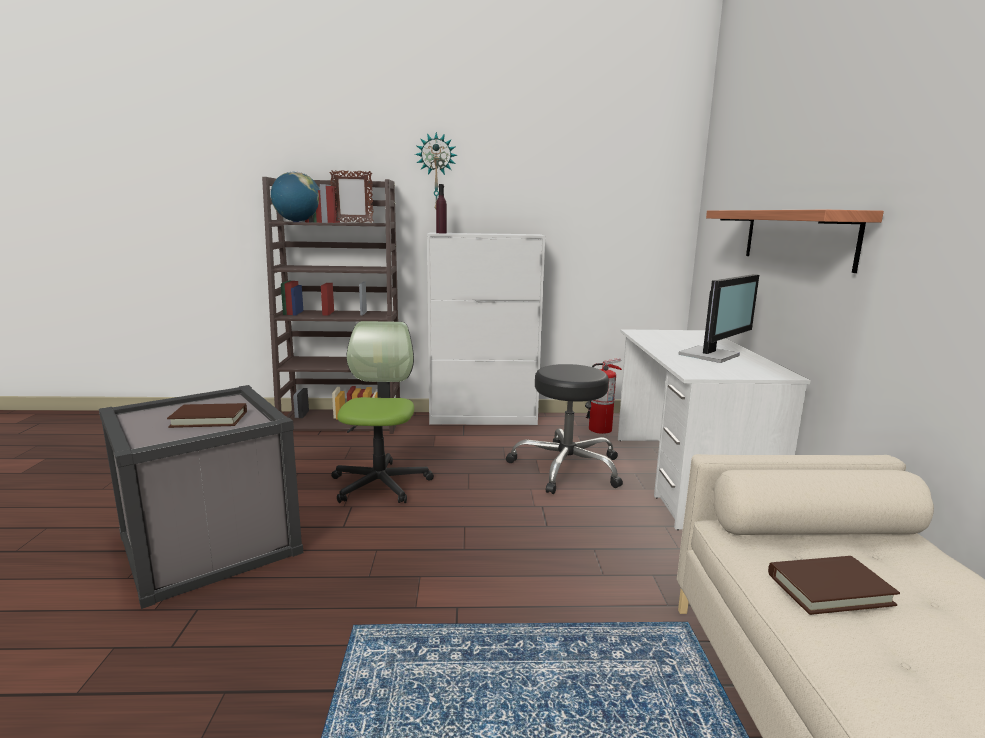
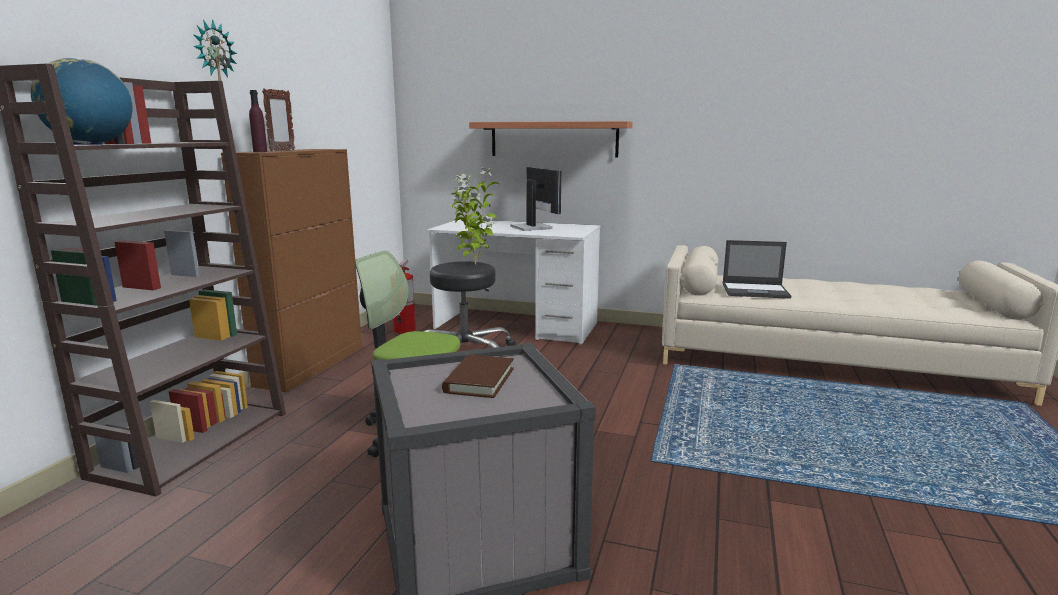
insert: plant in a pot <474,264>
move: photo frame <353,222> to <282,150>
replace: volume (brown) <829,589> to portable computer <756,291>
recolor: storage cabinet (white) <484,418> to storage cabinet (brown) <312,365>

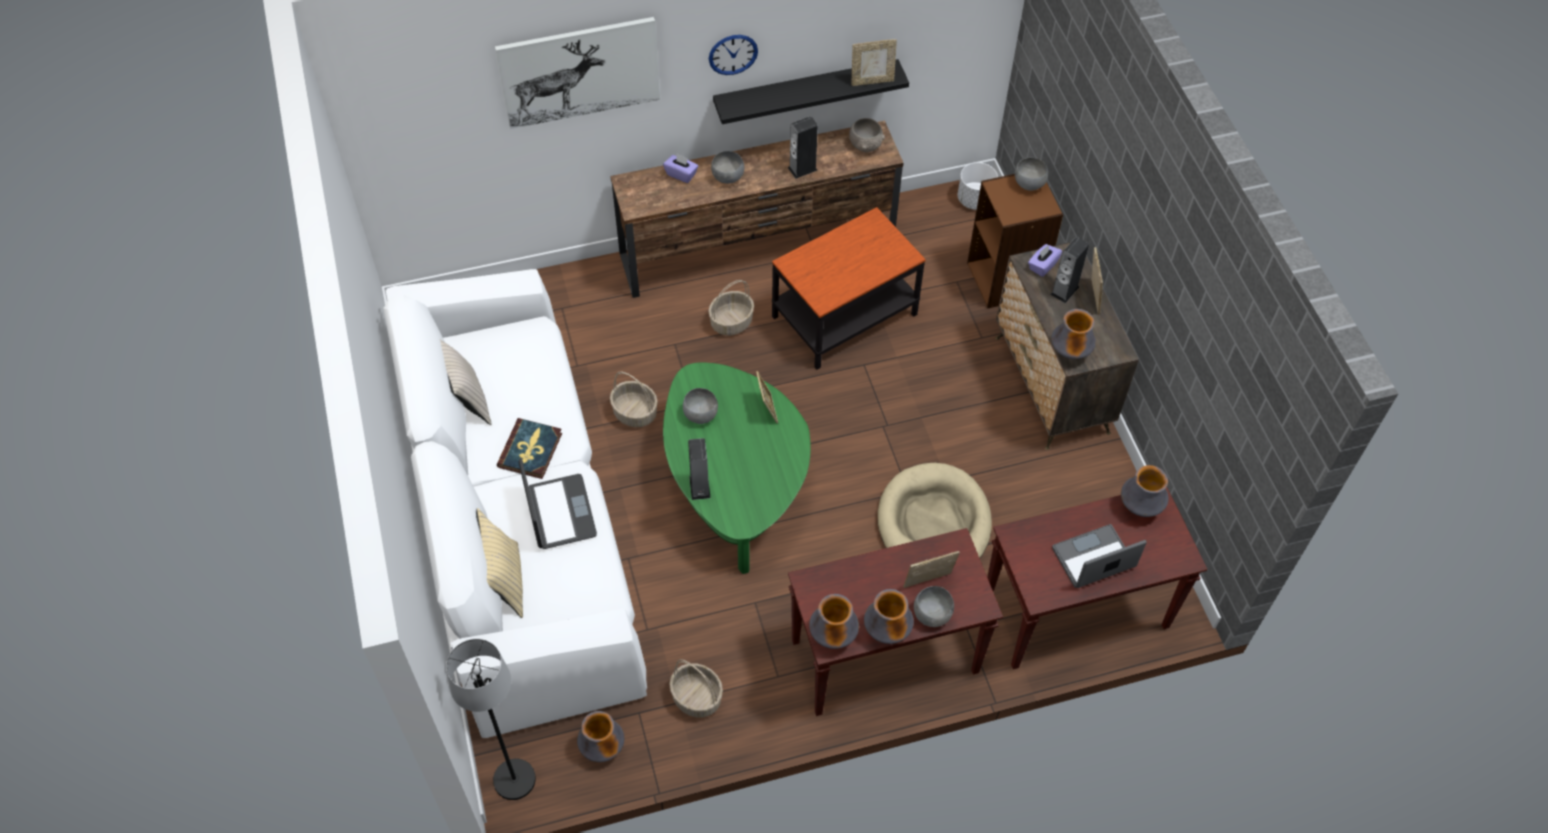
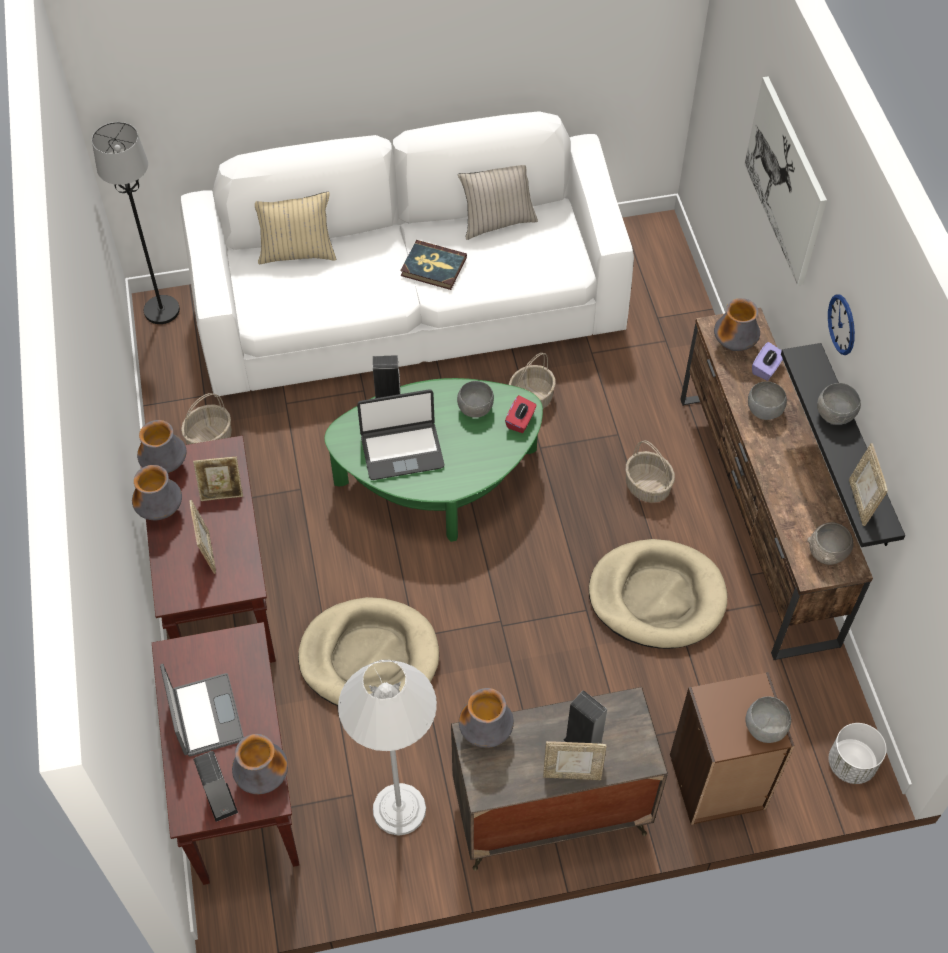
delete: tissue box (purplish) <1042,266>
insert: tissue box (red-coloured) <520,421>; standing lamp (white) <399,809>
move: speaker <802,169> to <221,802>; photo frame <767,409> to <221,492>; portable computer <559,513> to <402,450>; serving bowl (greyish) <932,614> to <835,415>; vase <602,747> to <734,345>
replace: side table <844,316> to dog bed (beige-coloured) <657,597>

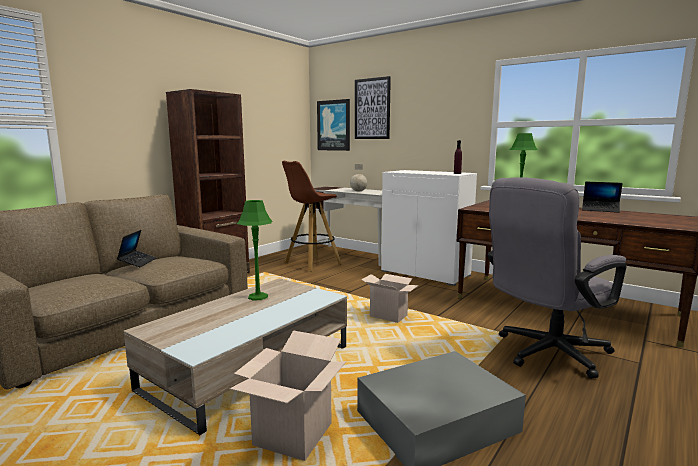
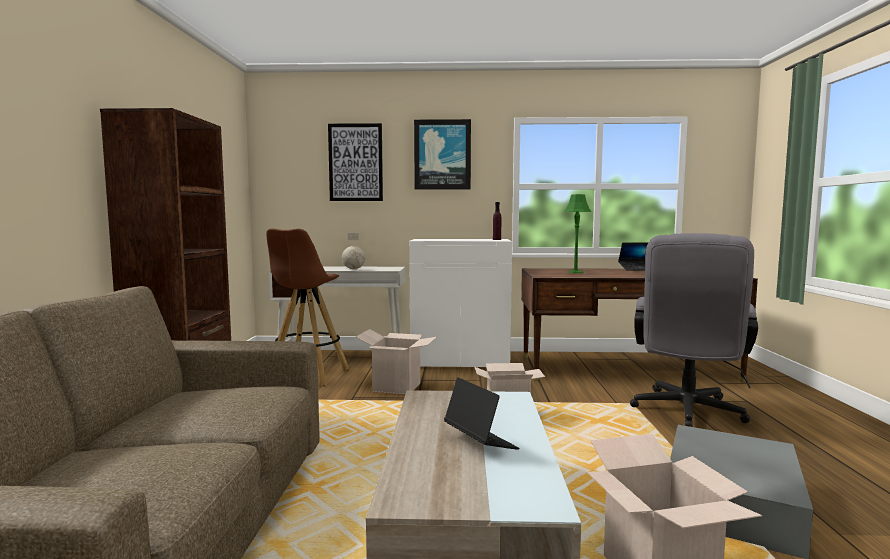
delete: table lamp (green) <258,296>
insert: packing box <397,387>
move: wall art <333,125> to <442,155>; portable computer <137,262> to <480,442>

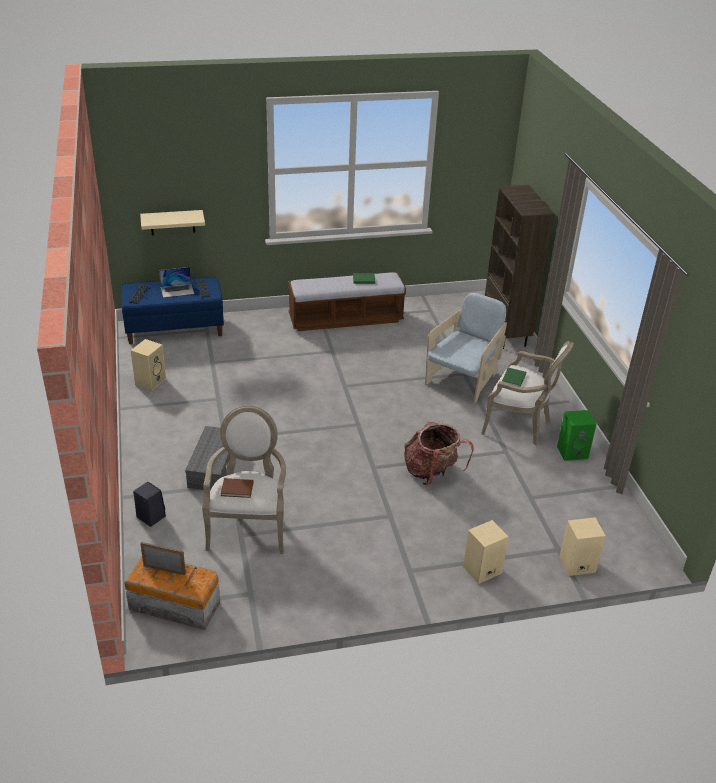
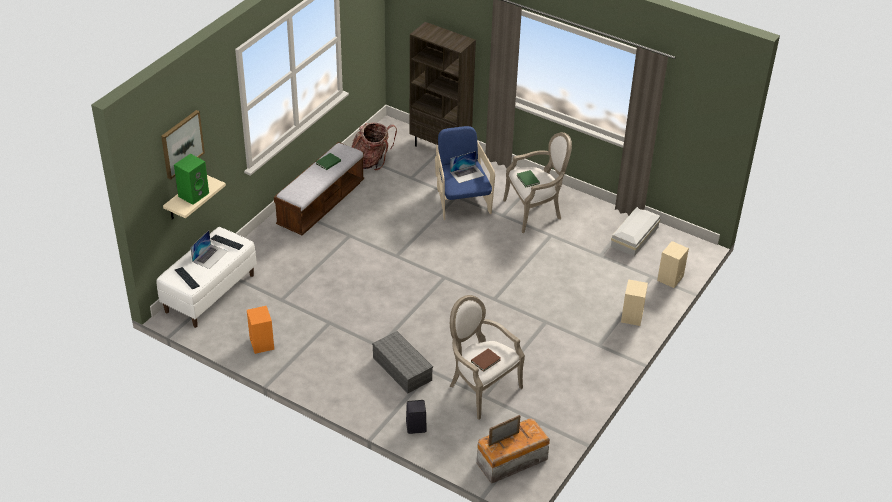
insert: wall art <181,144>; portable computer <467,174>; storage bin (white) <635,236>
move: speaker (green) <573,452> to <193,194>; backpack <432,472> to <371,161>
recolor: indoor bench (blue) <175,329> to indoor bench (white) <210,293>; easy chair (beige-coloured) <463,380> to easy chair (blue) <461,201>; speaker (beige-coloured) <150,381> to speaker (orange-coloured) <261,343>

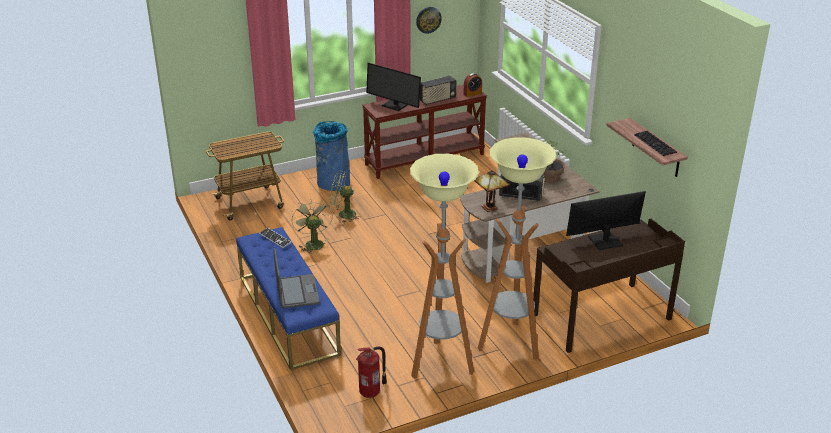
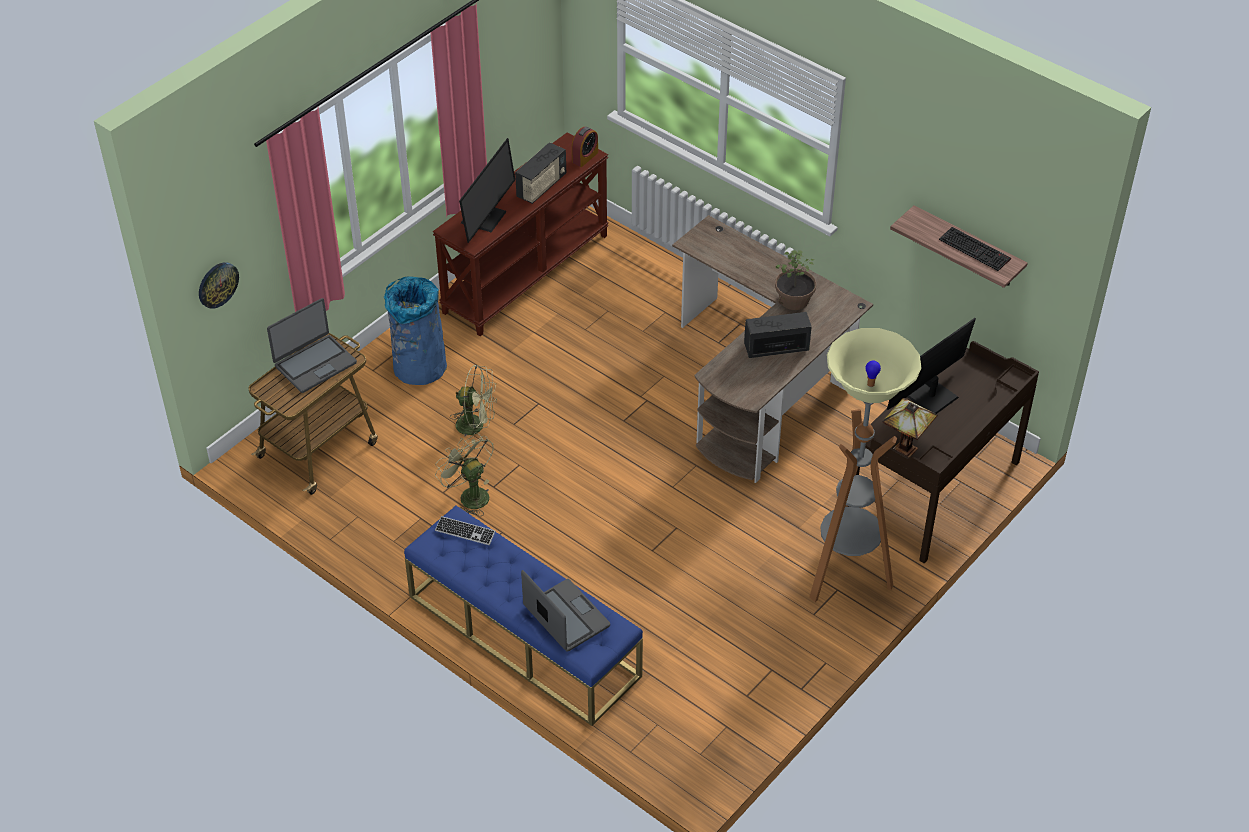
delete: standing lamp <441,363>; extinguisher <371,392>
insert: portable computer <314,364>
move: hanging clock <428,19> to <217,284>; table lamp <490,207> to <904,448>
rotate: computer display <395,105> = <485,217> 75 degrees counterclockwise; fan (green) <343,214> = <476,425> 150 degrees counterclockwise

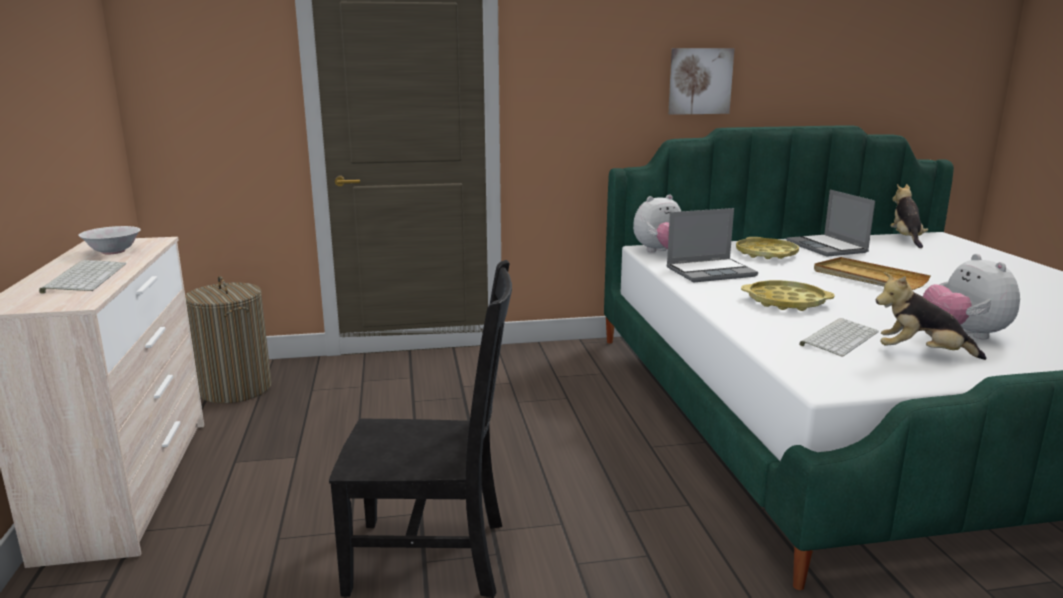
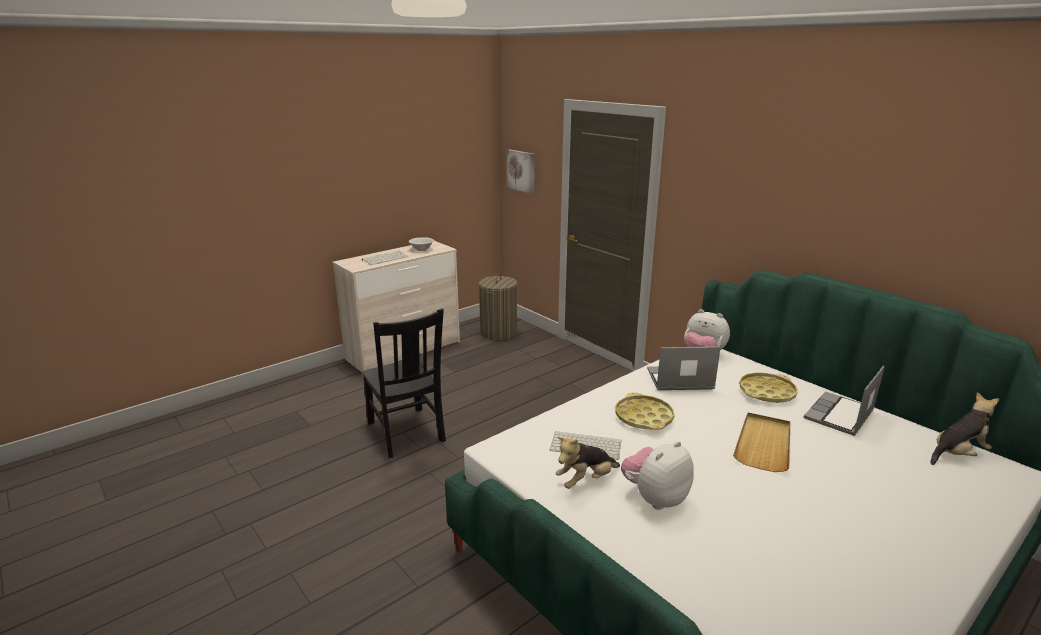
move: wall art <699,81> to <521,171>
rotate: portable computer <711,272> = <679,380> 135 degrees clockwise; plush toy <921,354> = <586,480> 105 degrees counterclockwise

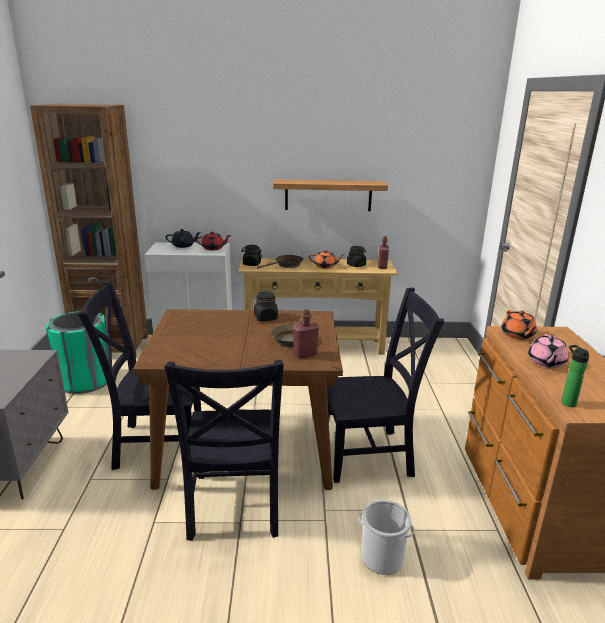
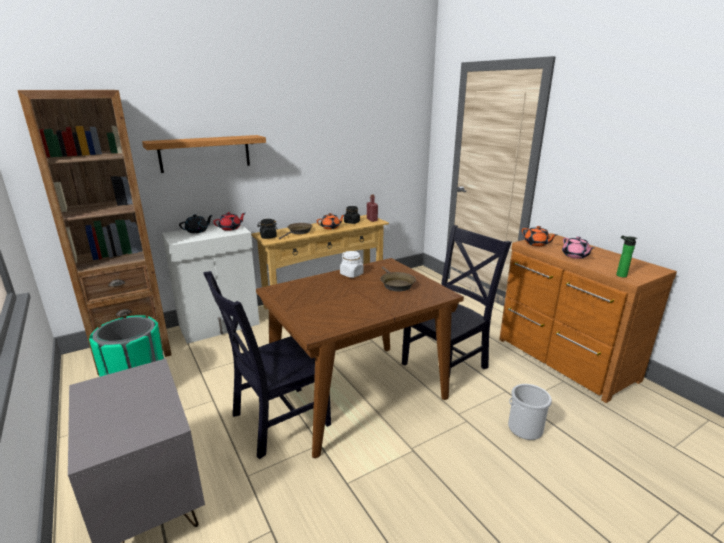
delete: bottle (red-coloured) <305,354>; upright chair (blackish) <234,508>
move: shelf <328,195> to <205,153>
recolor: jar (blackish) <266,318> to jar (white) <352,274>

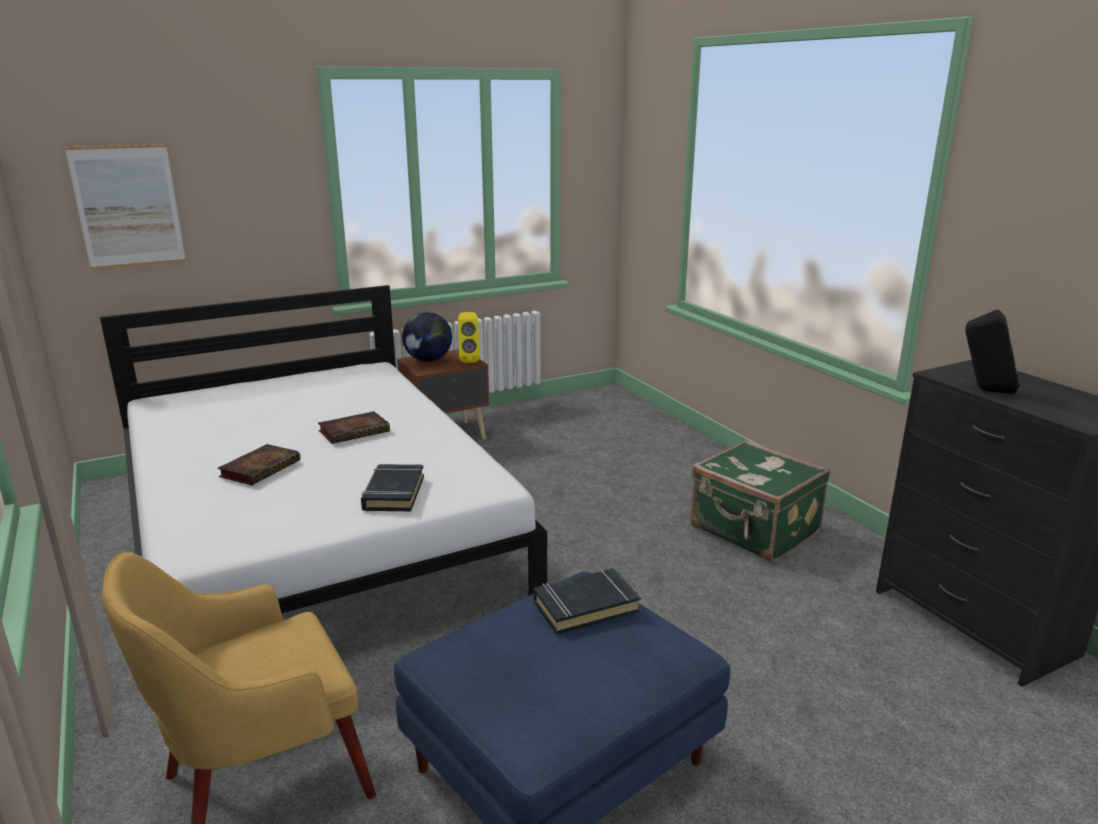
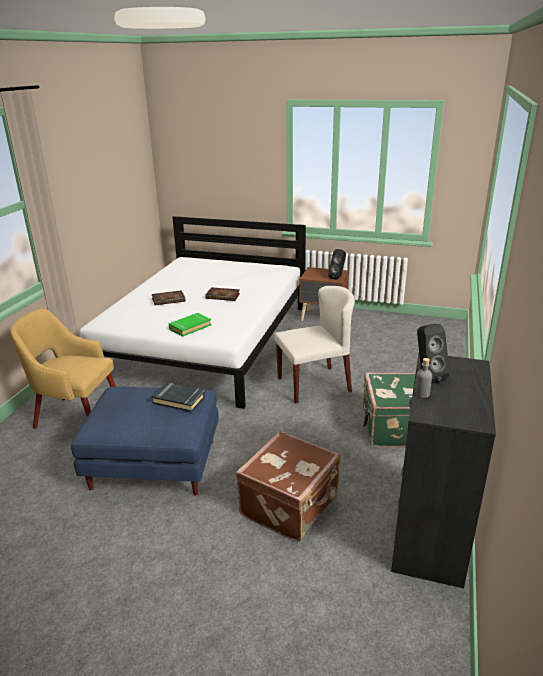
delete: wall art <128,206>; desk globe <428,360>
insert: upright chair (beige-coloured) <314,384>; bottle (greyish) <422,393>; travel case (brown) <291,506>
recolor: speaker (yellowish) <469,360> to speaker (blackish) <338,277>; volume (blackish) <393,493> to volume (green) <190,327>

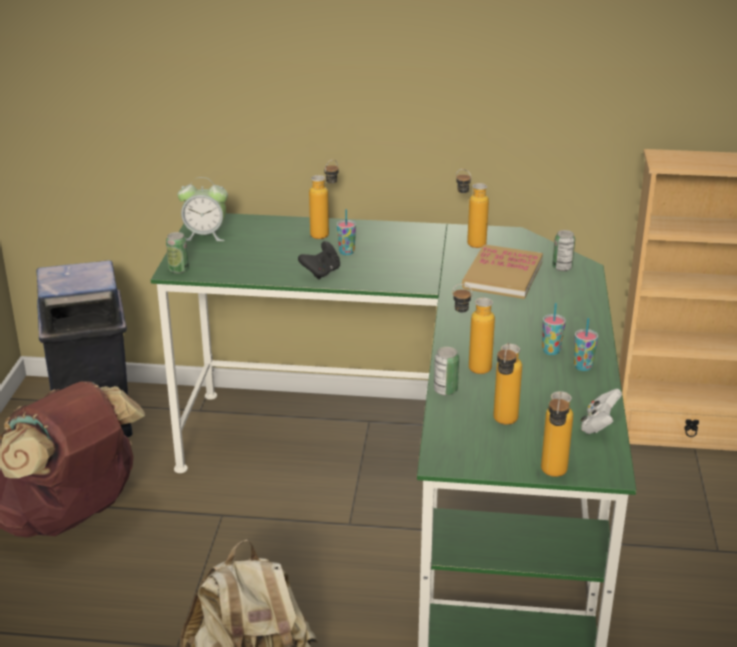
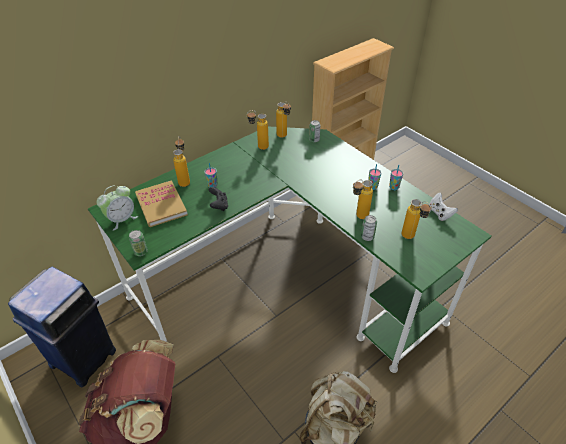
move: volume <502,275> to <161,205>; bottle <552,476> to <284,137>

